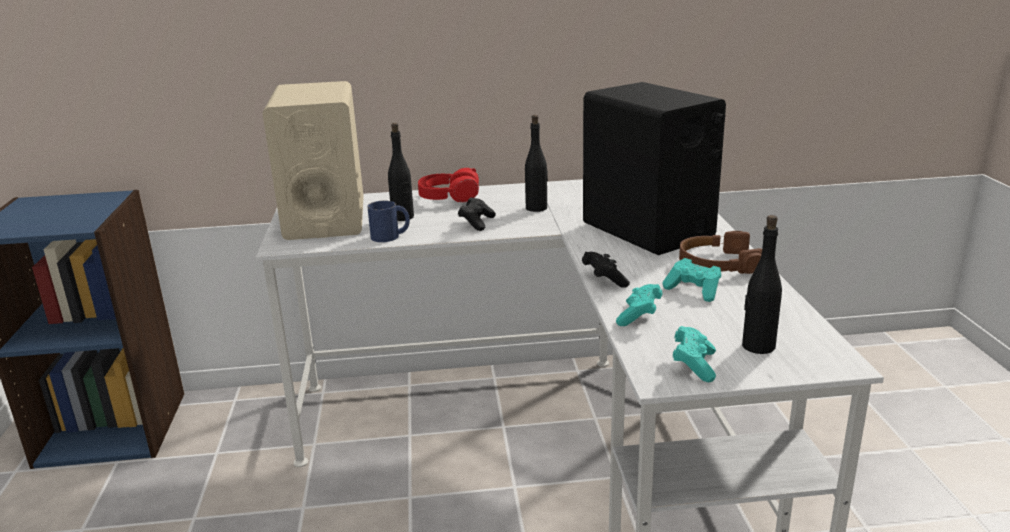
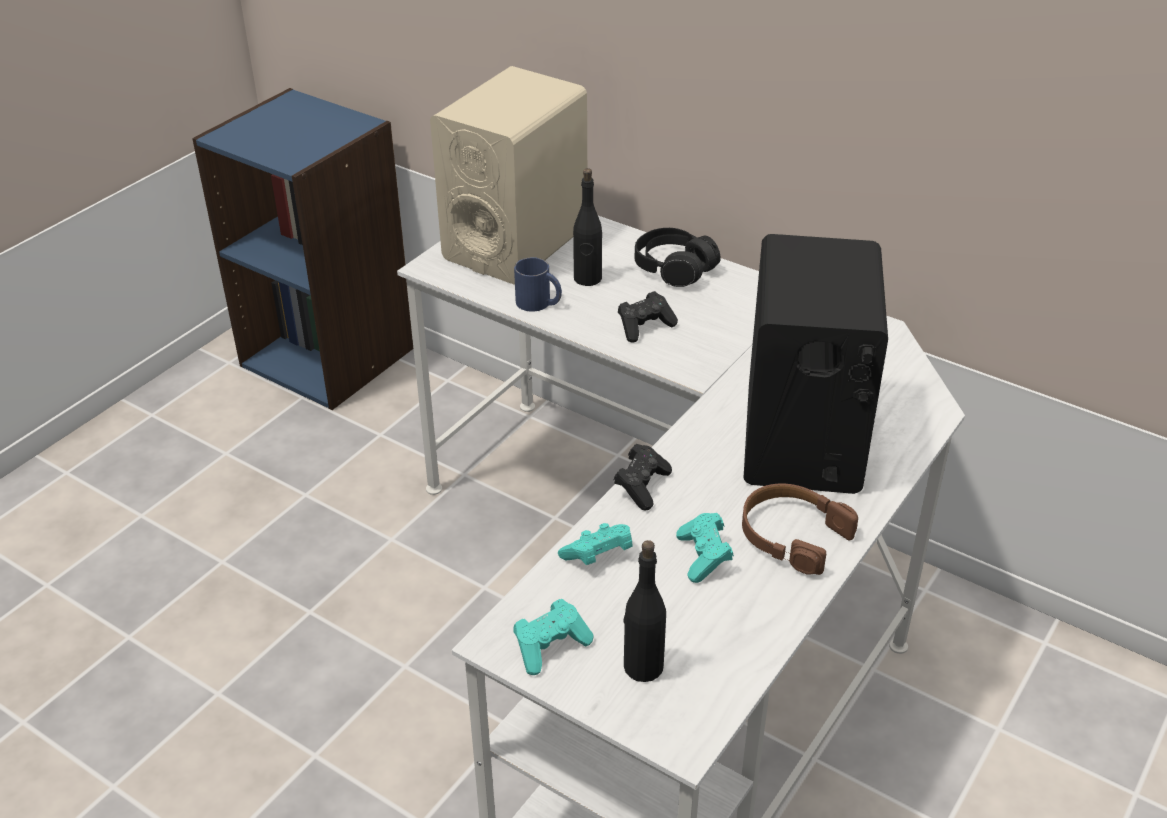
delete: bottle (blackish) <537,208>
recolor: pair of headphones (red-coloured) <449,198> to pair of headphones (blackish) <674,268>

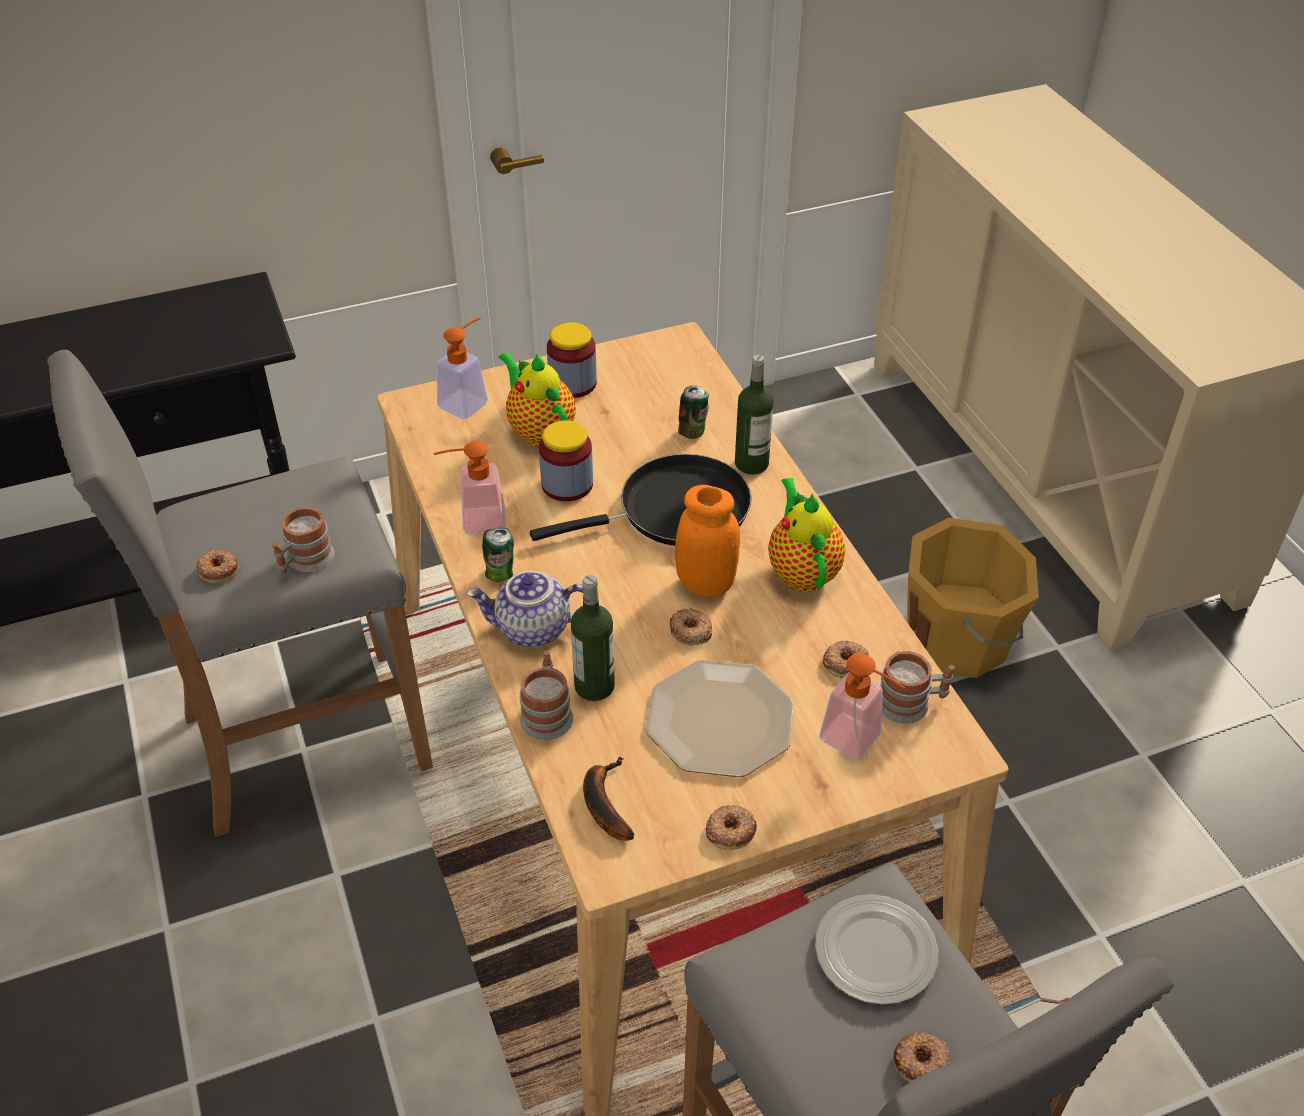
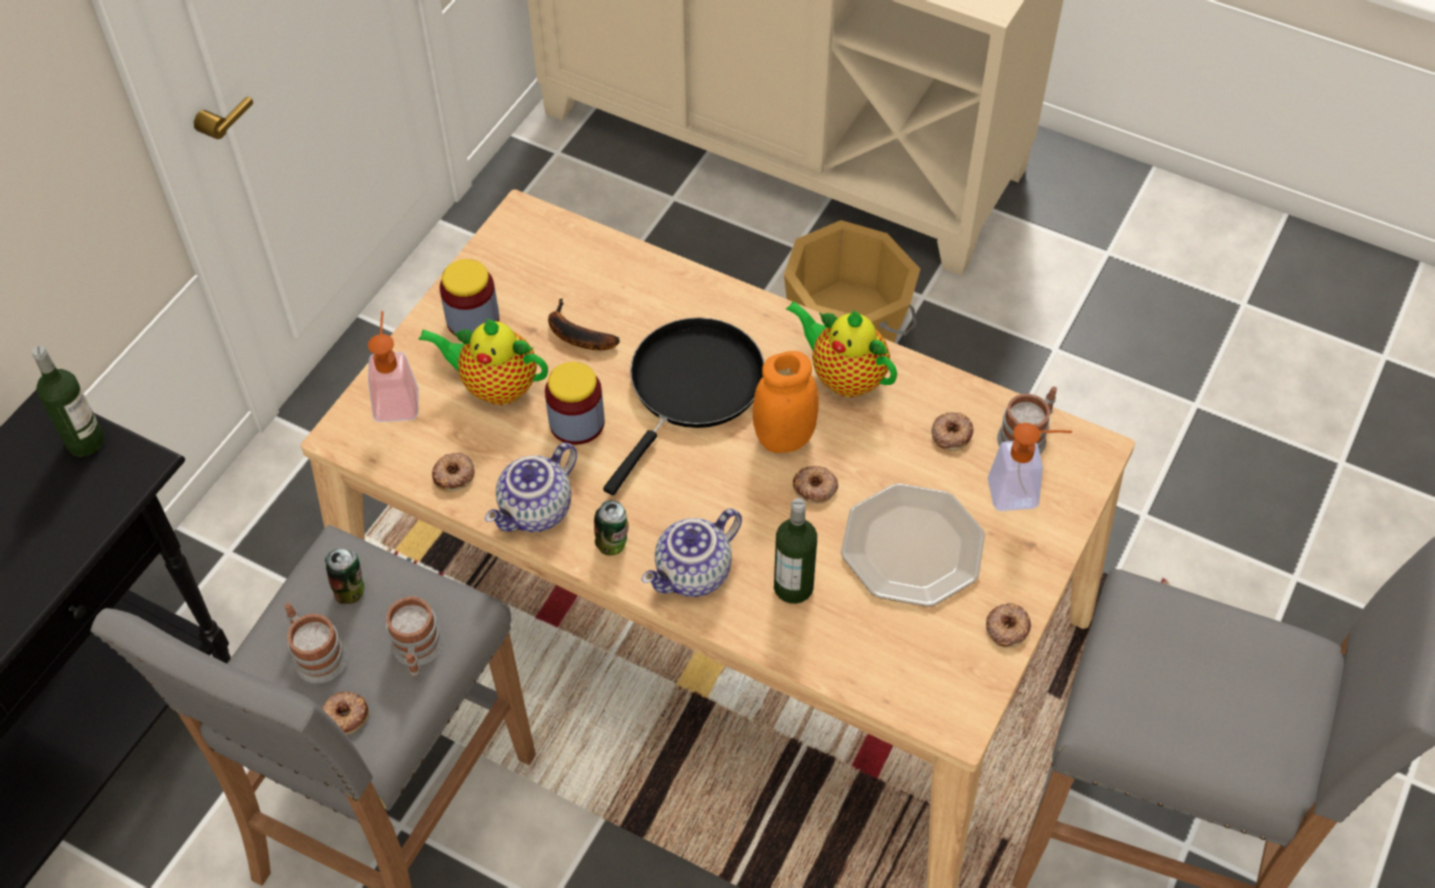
delete: flat dish <875,954>
move: bottle <751,463> to <85,441>; metal can <693,432> to <351,591>; tea mug <547,713> to <315,654>; banana <604,803> to <575,335>; ring doughnut <921,1062> to <454,475>
replace: soap dispenser <474,522> to tea pot <537,511>

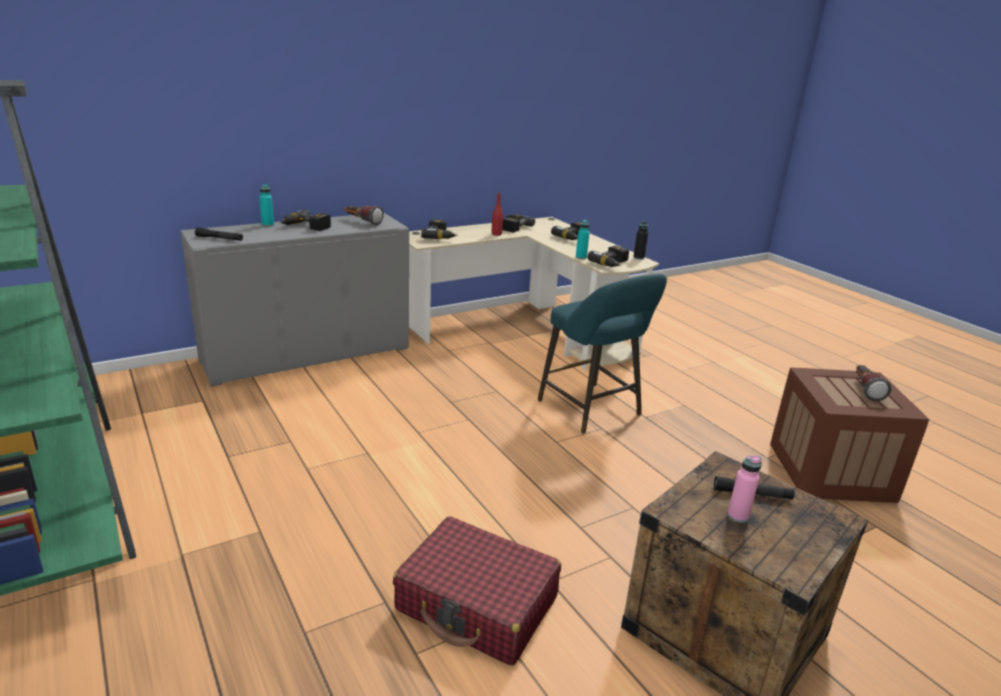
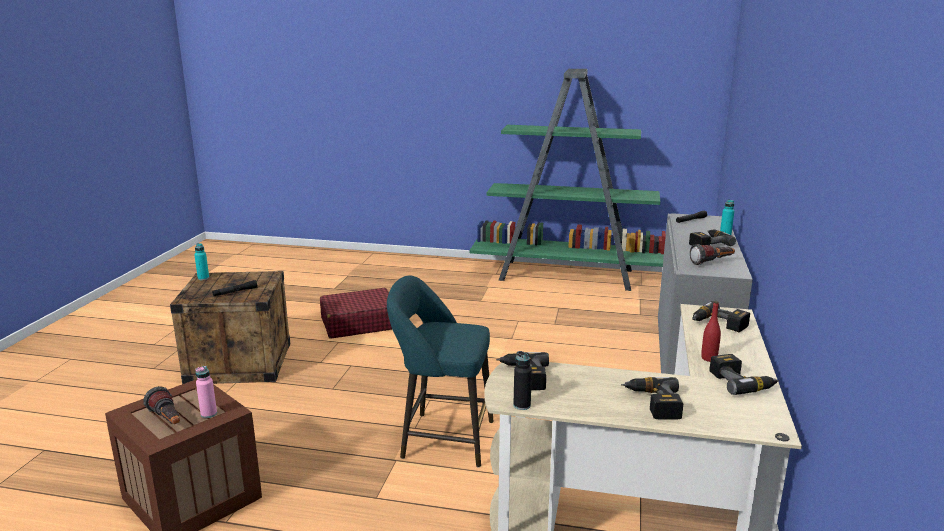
move: bottle (turquoise-coloured) <581,257> to <203,278>; bottle (pinkish) <738,516> to <209,414>

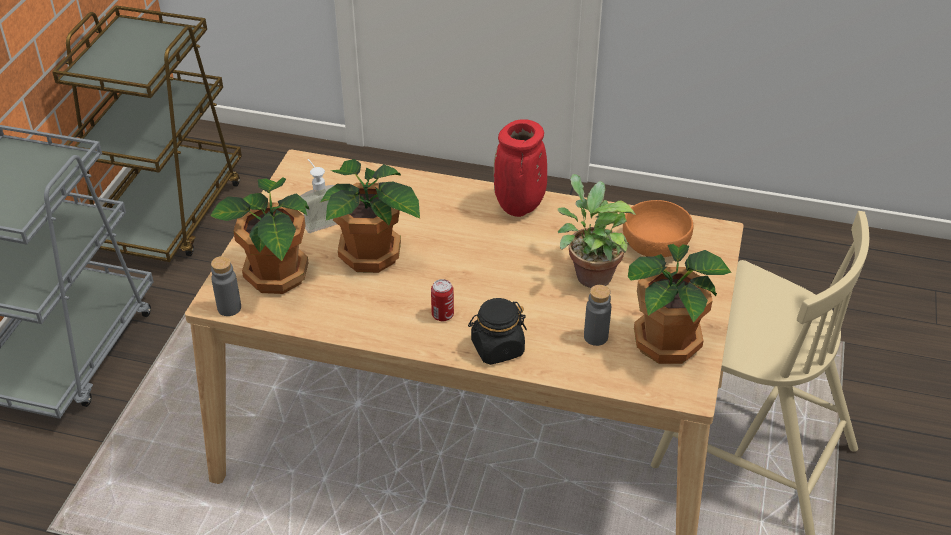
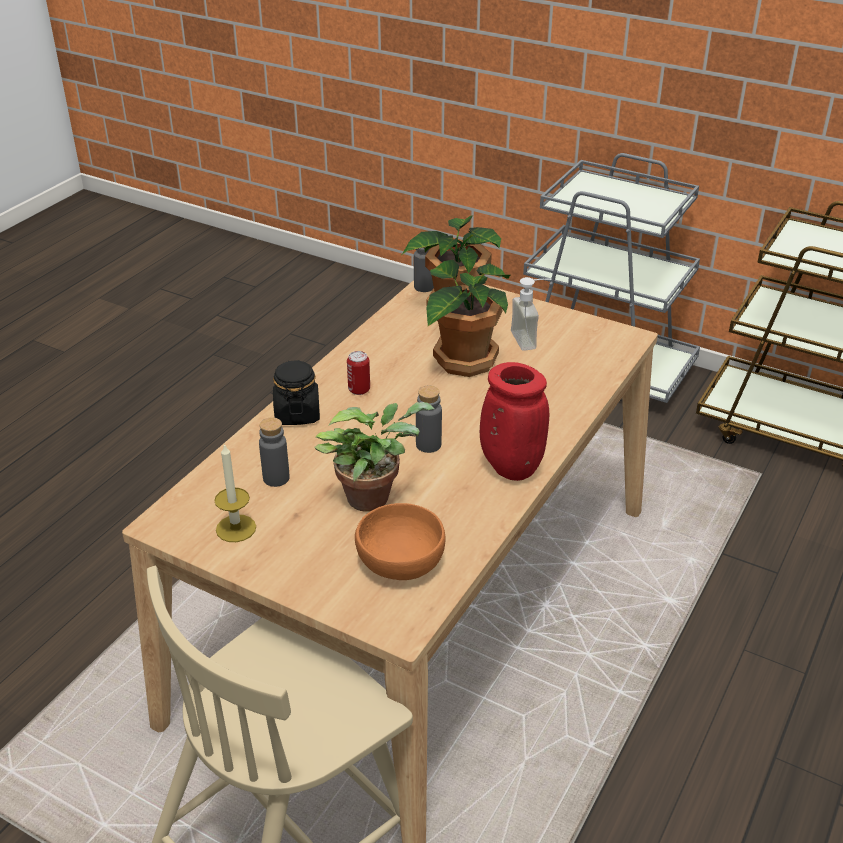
insert: bottle (greyish) <428,445>
replace: plant in a pot <669,343> to candle <236,528>

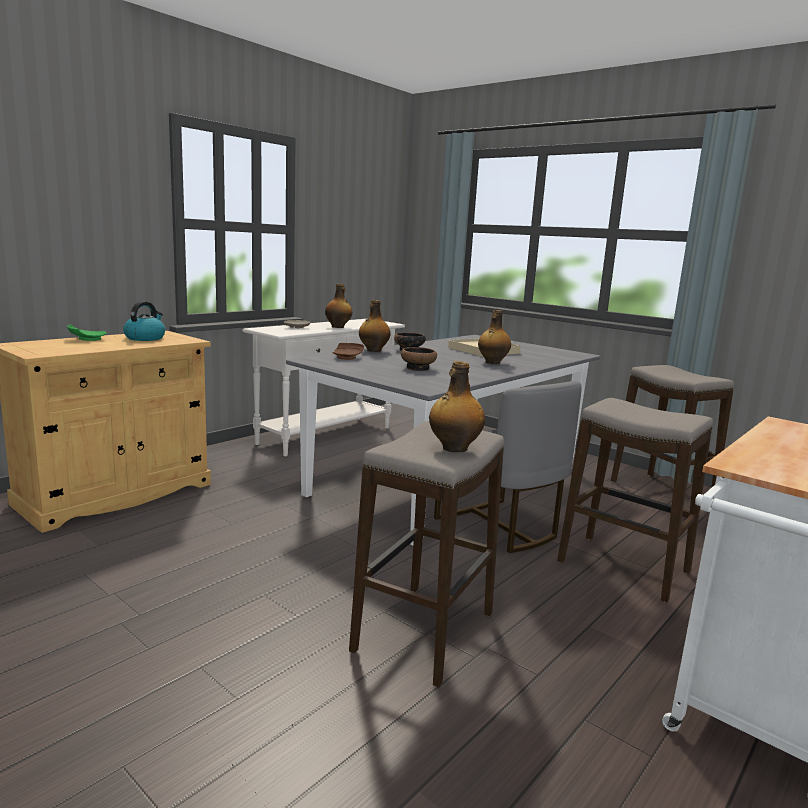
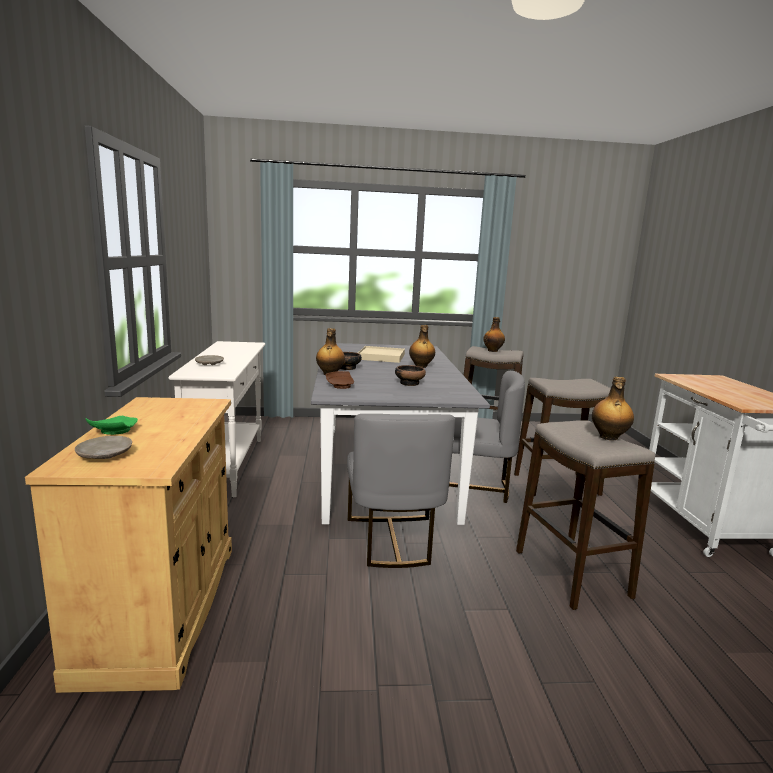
delete: tea kettle <145,338>
insert: upright chair (greyish) <392,540>; flat dish (beige-coloured) <104,455>
move: bottle <338,327> to <493,351>

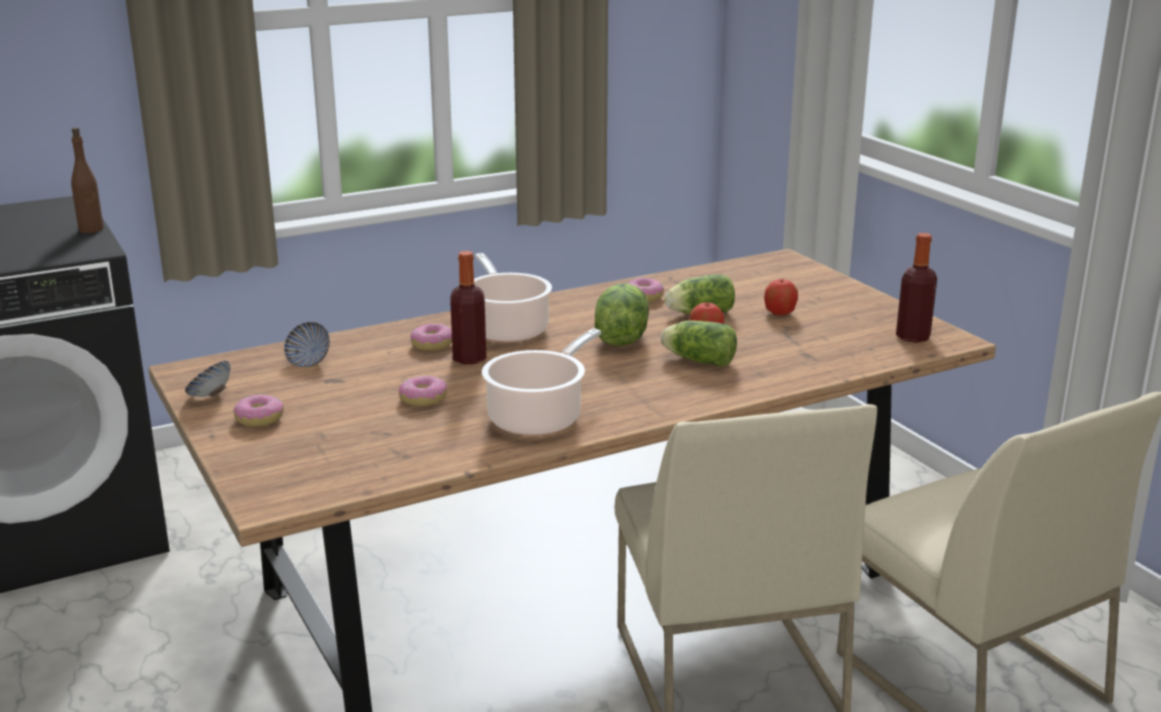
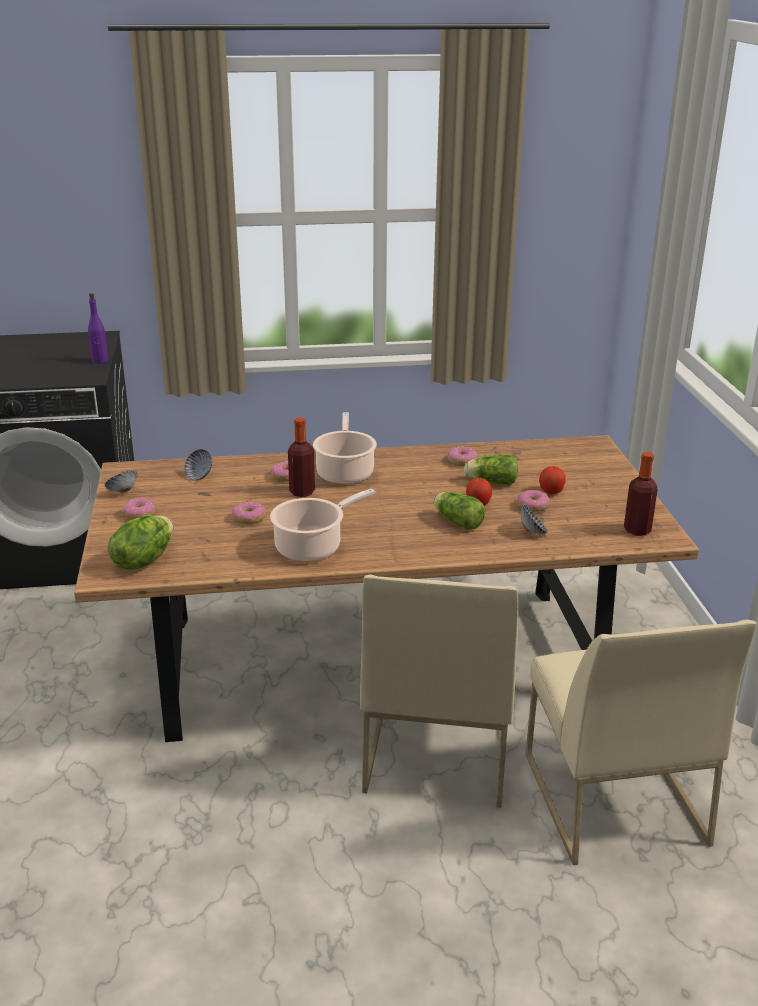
insert: ring doughnut <532,506>; serving bowl <533,531>
move: lettuce head <620,338> to <143,560>
recolor: bottle (brown) <91,229> to bottle (purplish) <100,361>

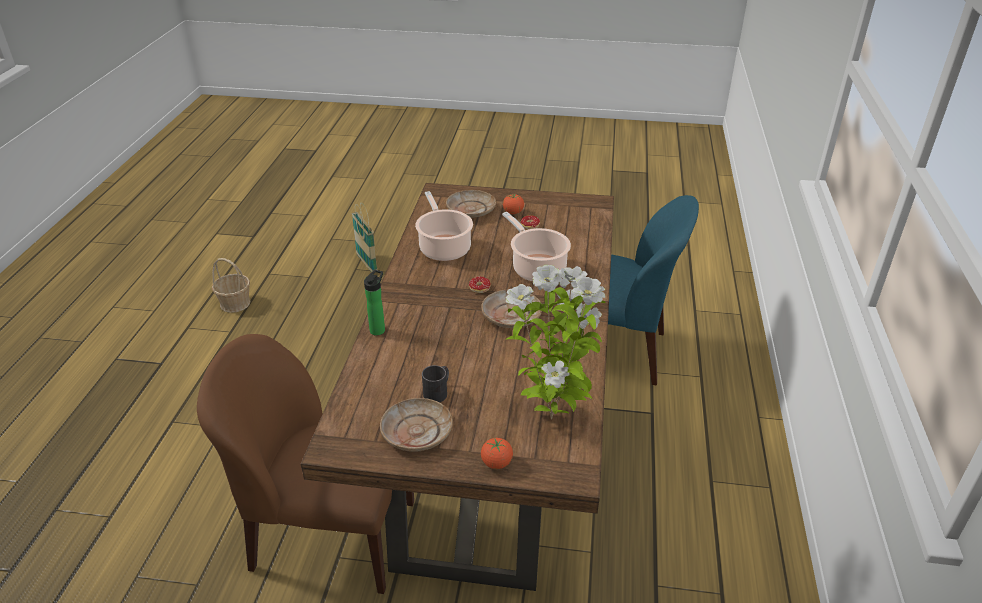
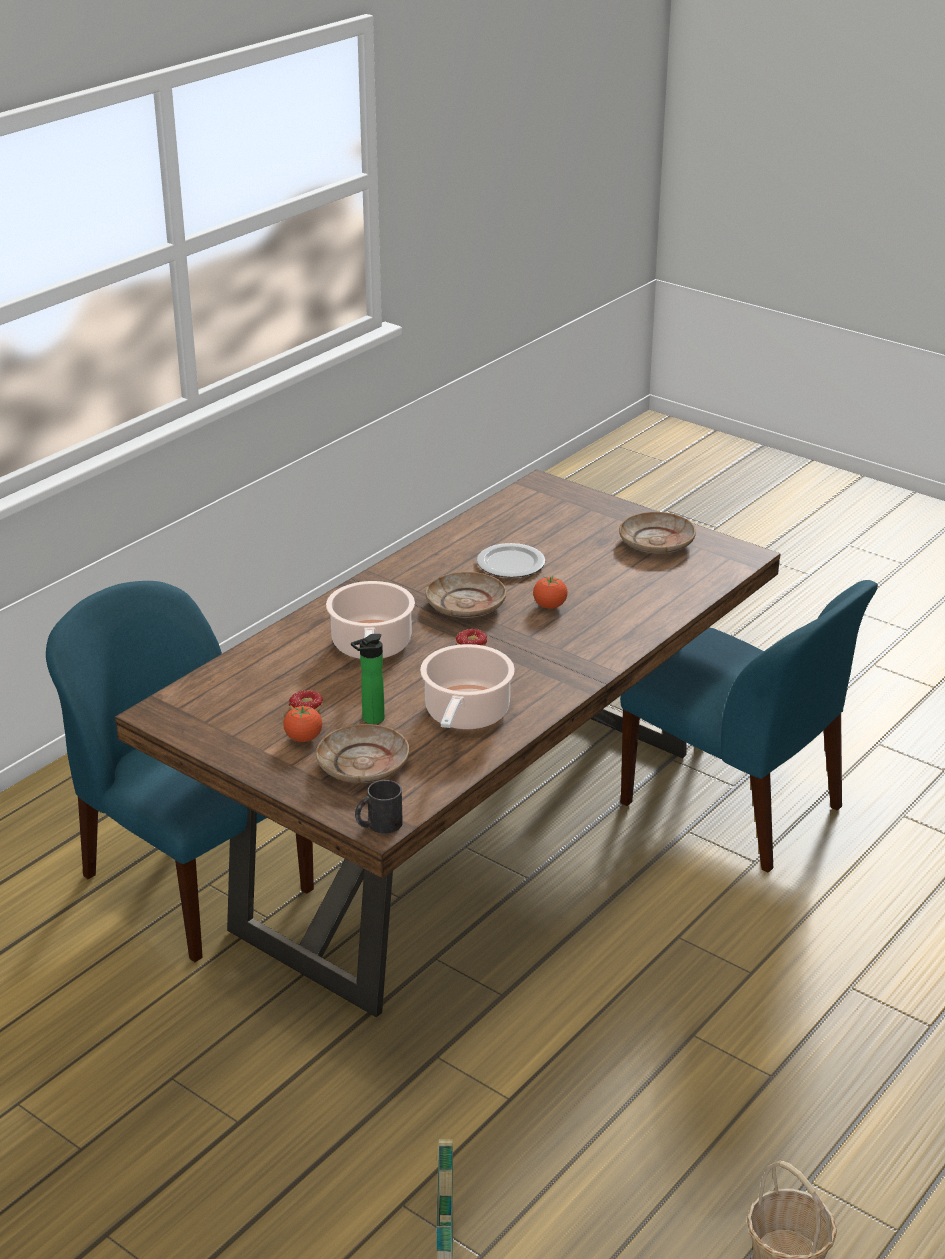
delete: plant in a pot <552,417>
insert: flat dish <510,563>
move: bottle <378,329> to <370,719>; tea mug (blackish) <438,391> to <378,825>; whole tomato <496,463> to <549,606>
recolor: upright chair (brown) <330,535> to upright chair (blue) <735,807>

